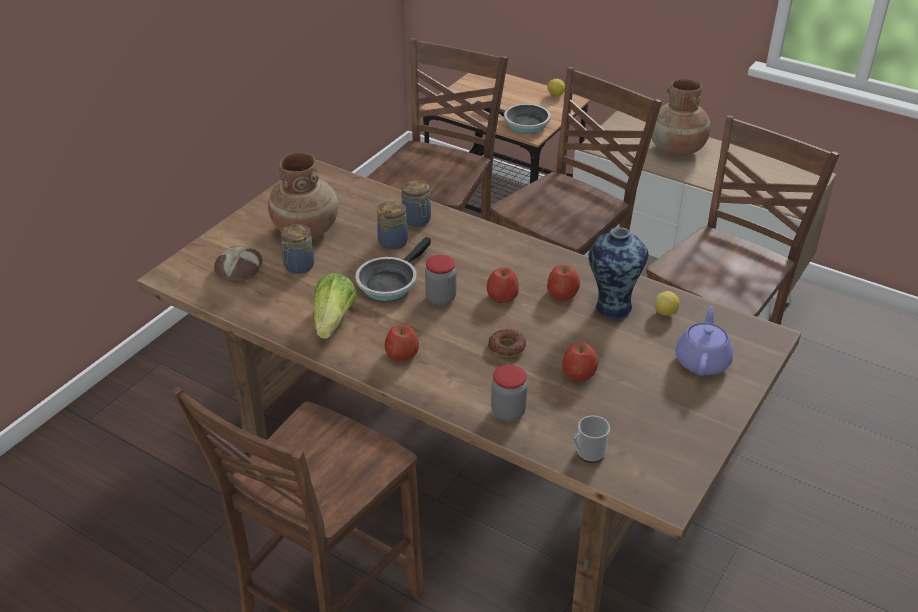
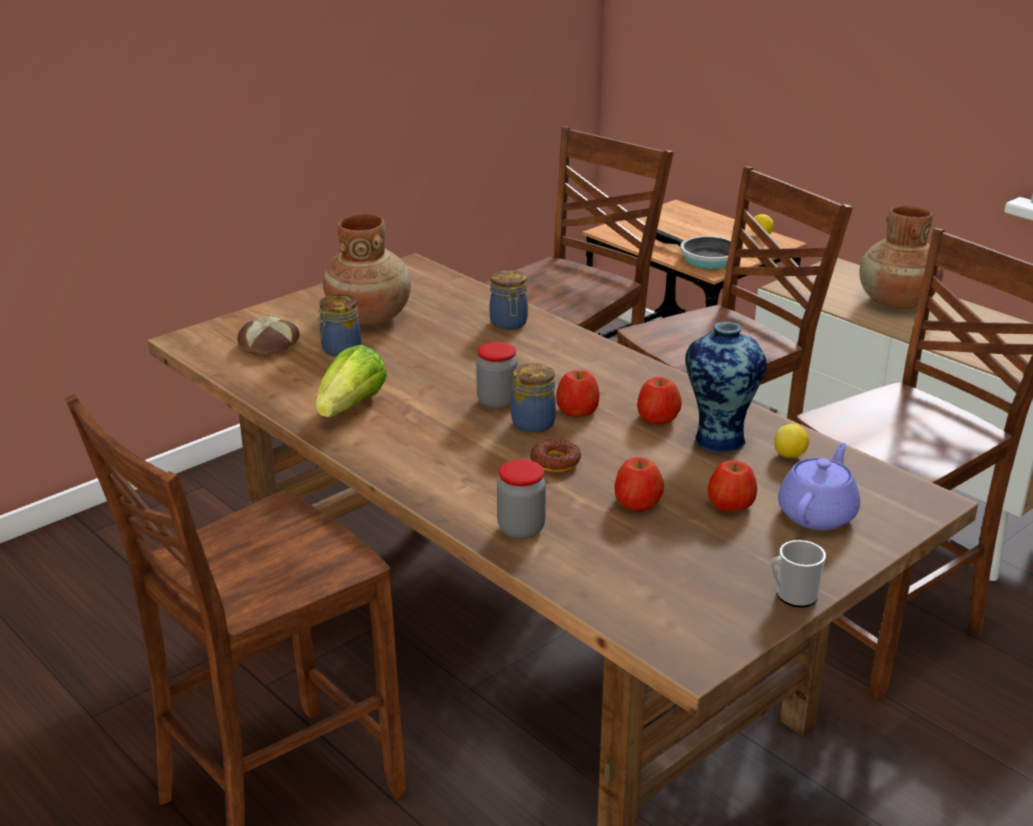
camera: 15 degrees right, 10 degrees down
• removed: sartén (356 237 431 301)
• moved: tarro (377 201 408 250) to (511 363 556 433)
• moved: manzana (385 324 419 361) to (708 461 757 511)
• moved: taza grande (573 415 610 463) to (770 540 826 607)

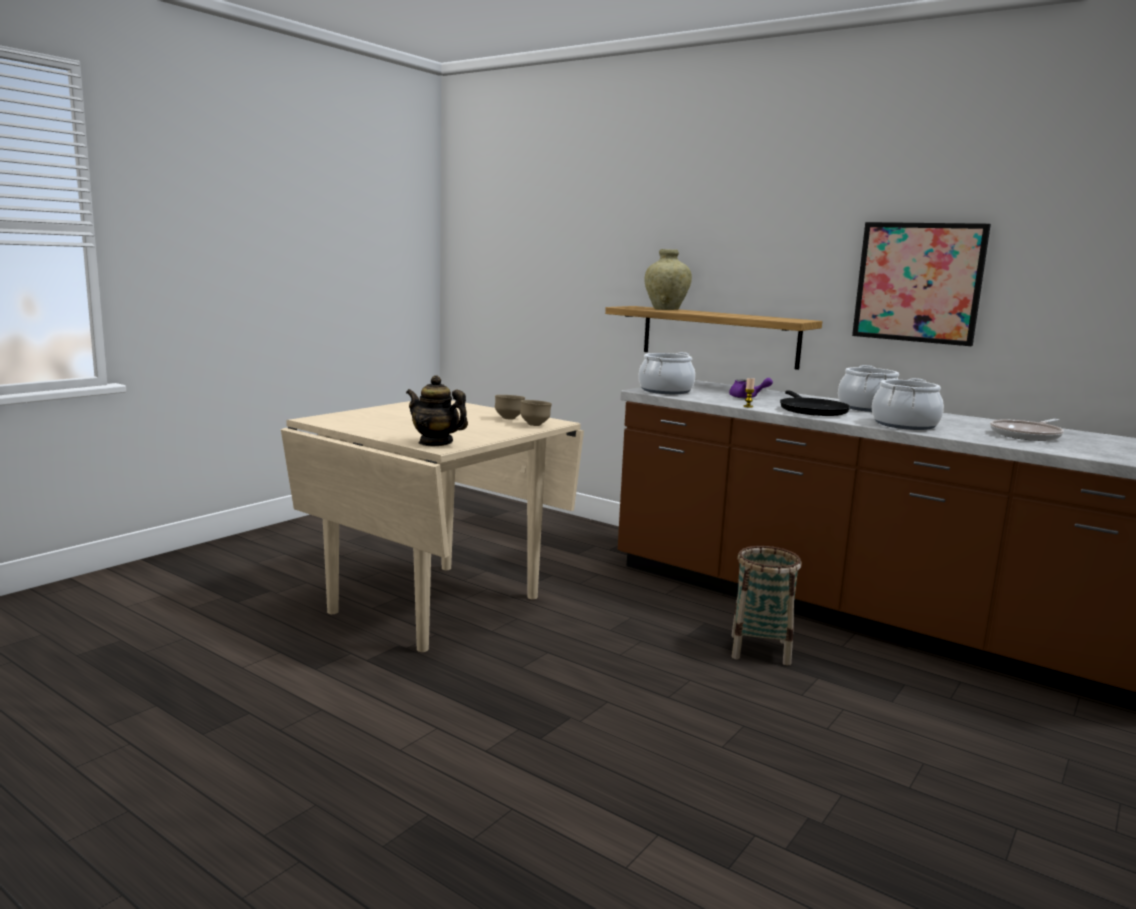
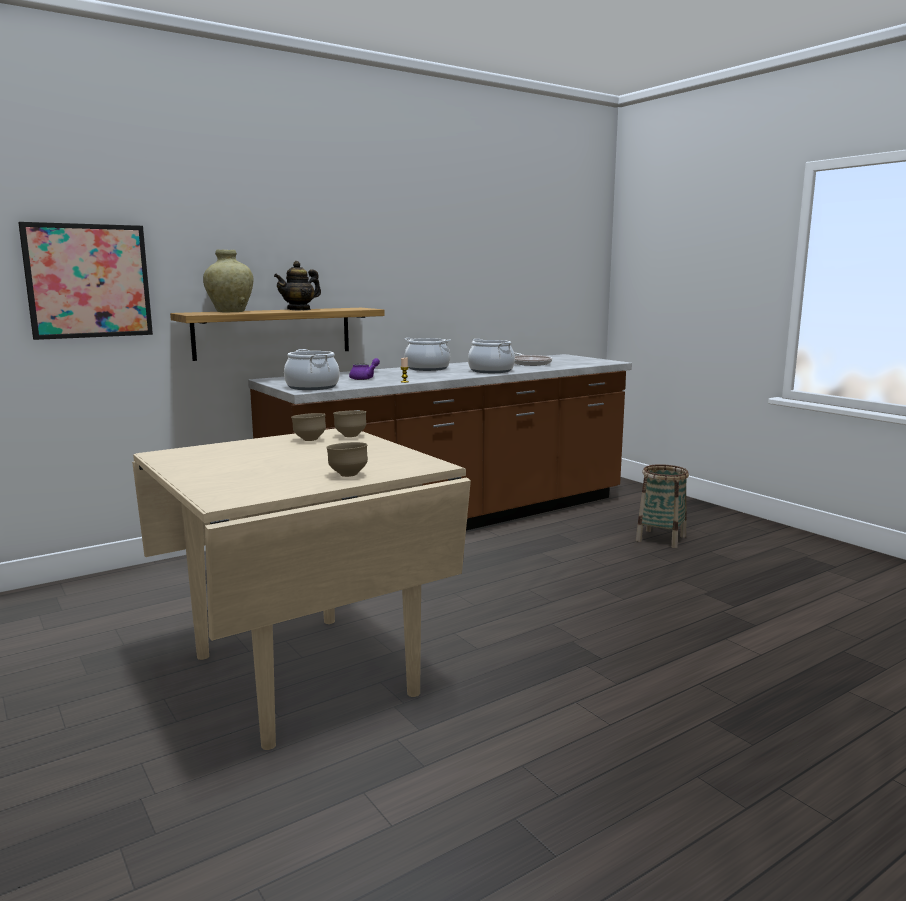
camera: 70 degrees left, 0 degrees up
• moved: tetera (406 375 468 446) to (274 261 321 310)
• moved: cesta (731 546 801 665) to (636 464 689 548)
• removed: sartén (negro) (780 390 851 416)
• moved: cuadro (852 222 991 346) to (18 222 153 340)
• added: cuenco (marrón) (326 442 368 477)

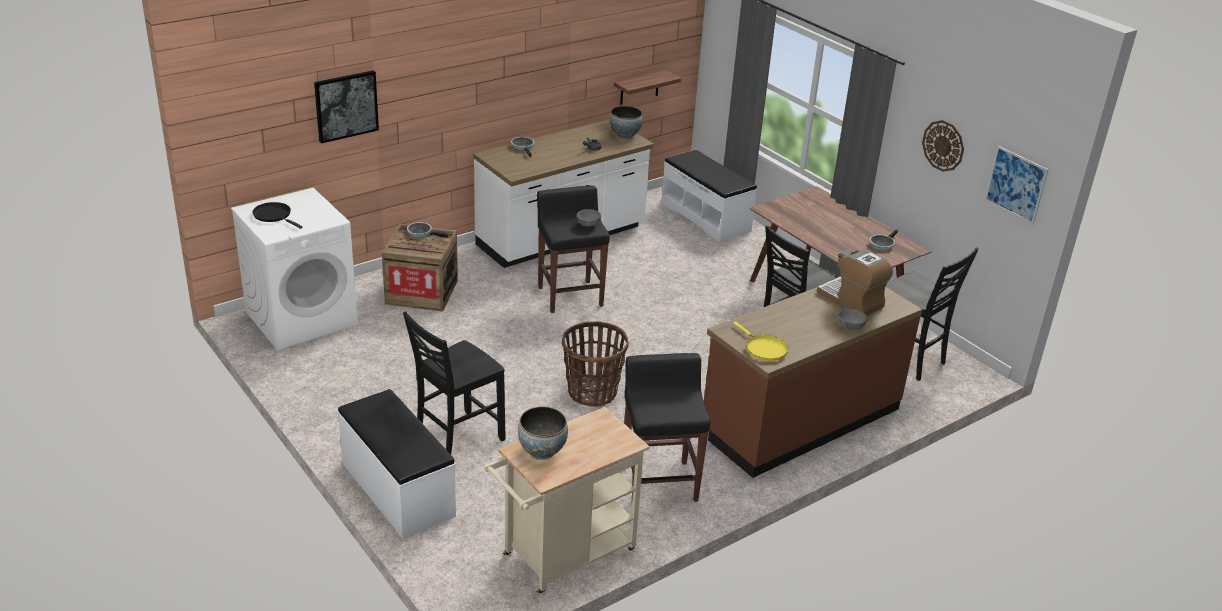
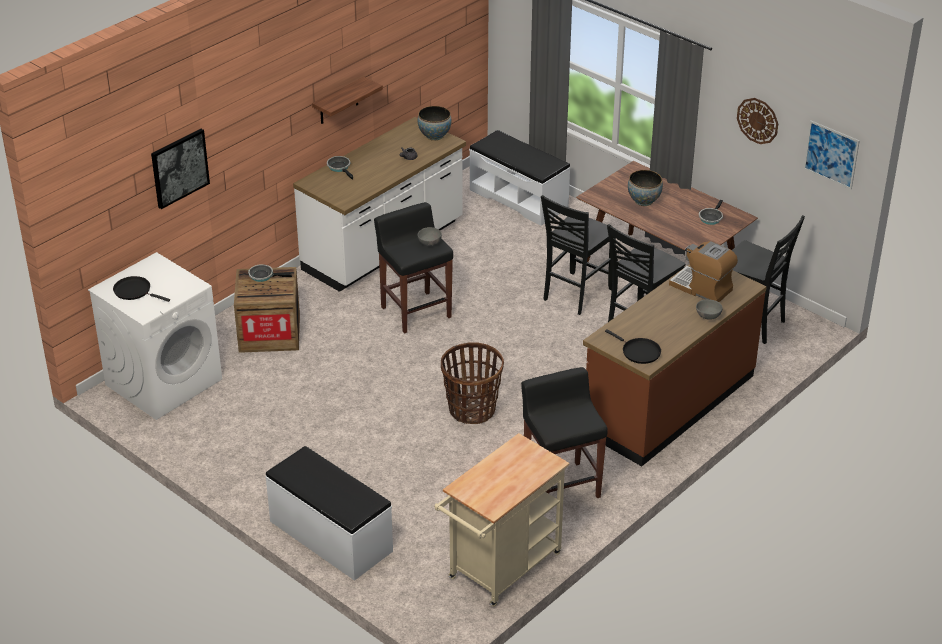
camera: 10 degrees left, 5 degrees up
• moved: silla (negro) (403 311 505 454) to (541 195 616 315)
• moved: cuenco (518 406 568 460) to (628 170 663 206)
• moved: estante (614 70 681 105) to (312 77 383 124)
• recoloured: sartén (amarillo) (733 321 788 361) to sartén (negro) (605 329 661 364)

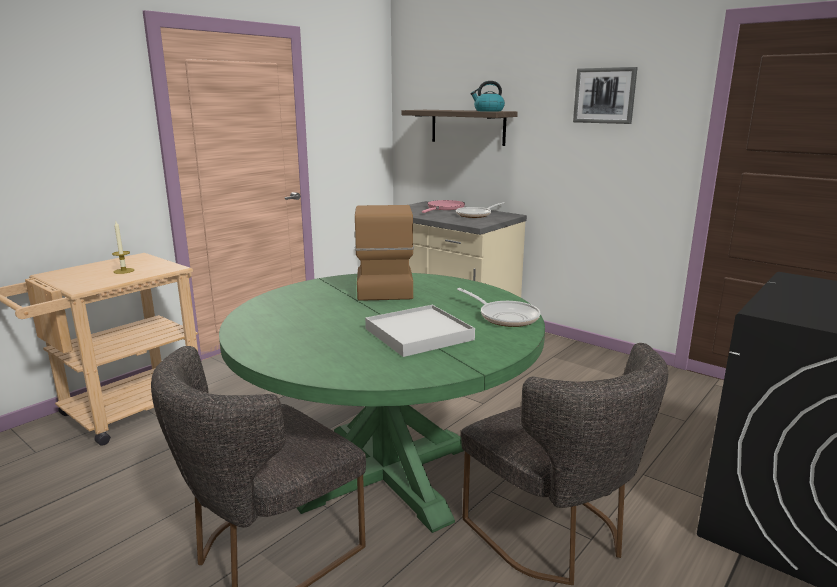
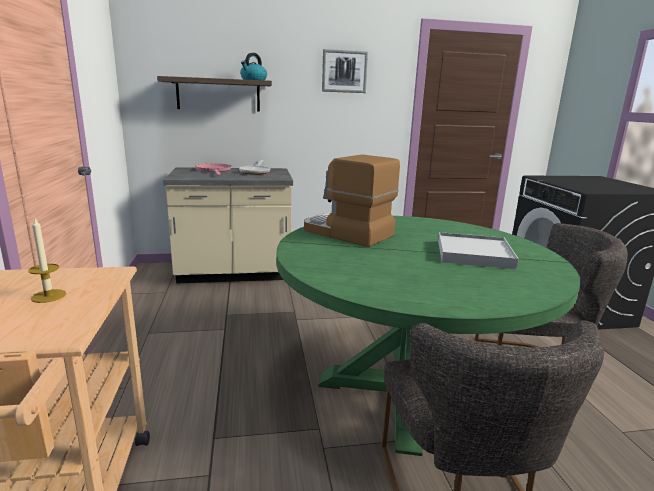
camera: 50 degrees left, 0 degrees up
• removed: sartén (457 288 540 327)

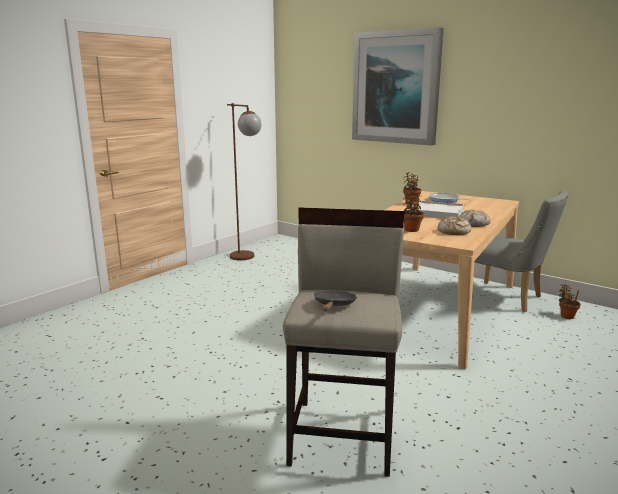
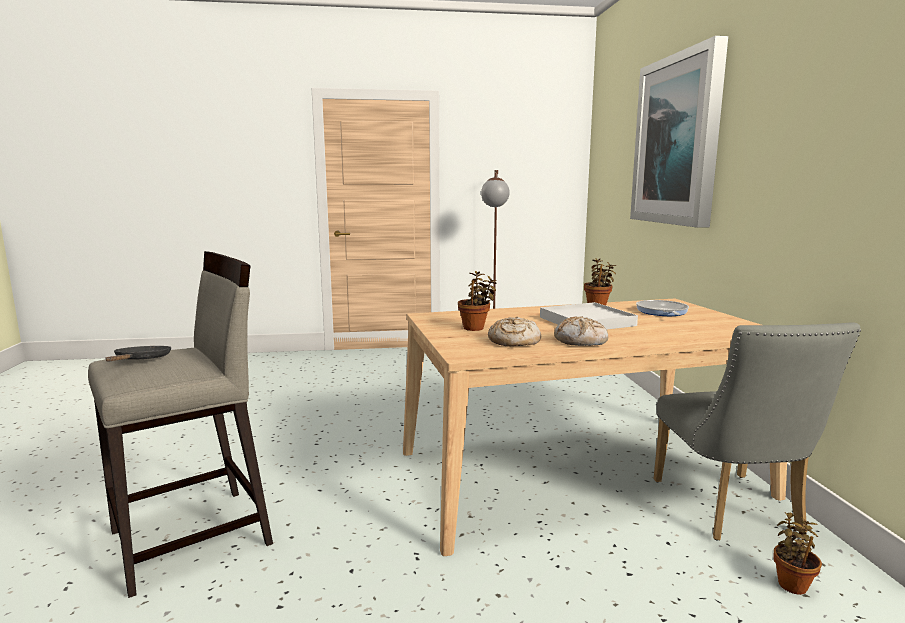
camera: 45 degrees right, 5 degrees down
• turned: sartén (negro) (314 290 357 311) = (106 346 171 362) 60 degrees counterclockwise

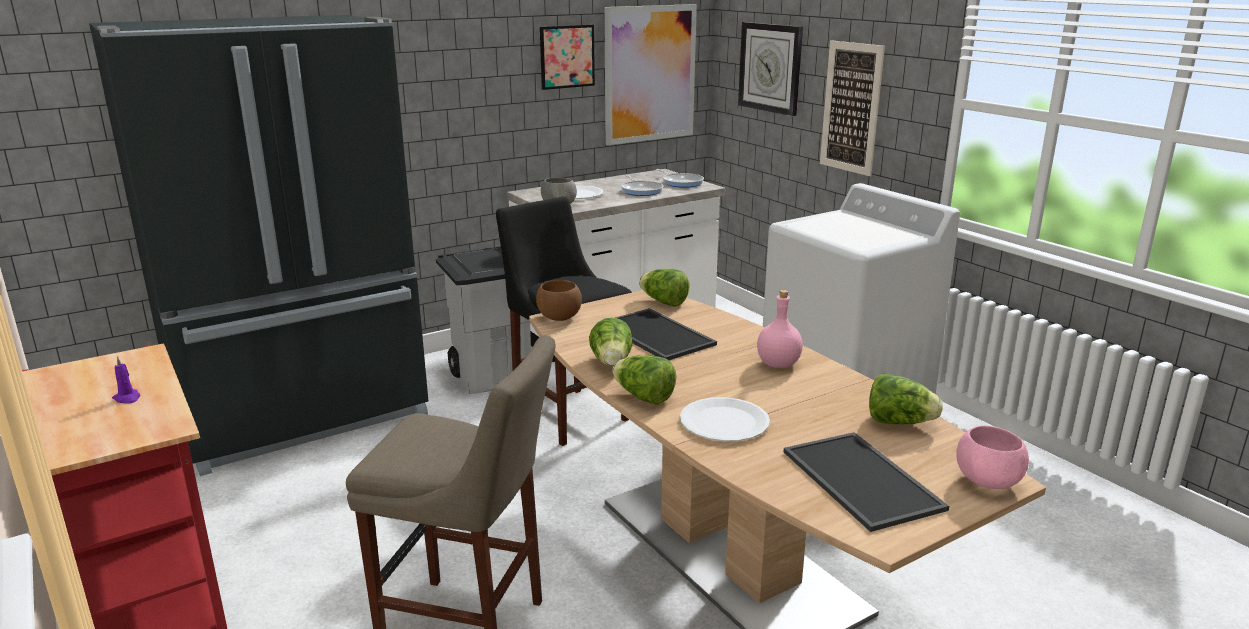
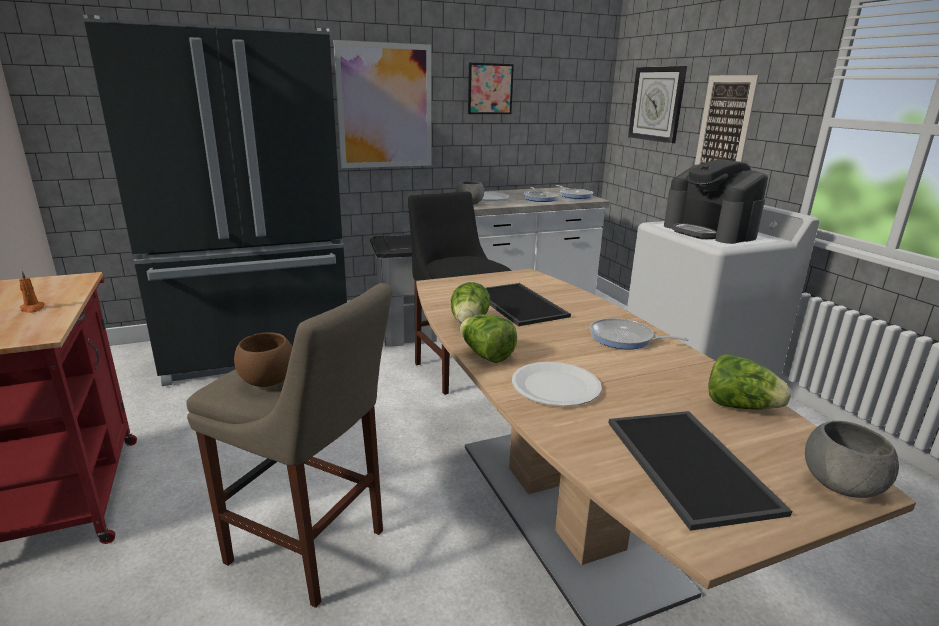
camera: 10 degrees right, 0 degrees up
• recoloured: vela (morado) (112 356 140 404) to vela (naranja) (19 271 45 313)
• moved: cuenco (marrón) (536 280 582 321) to (234 332 293 387)
• moved: cuadro (604 4 697 145) to (333 40 431 168)
• removed: lechuga (639 269 690 307)
• replaced: botella (rosa) (757 290 803 368) to sartén (590 318 689 349)
• recoloured: cuenco (rosa) (956 426 1029 489) to cuenco (gris) (805 421 899 498)
• added: cafetera (664 159 768 244)

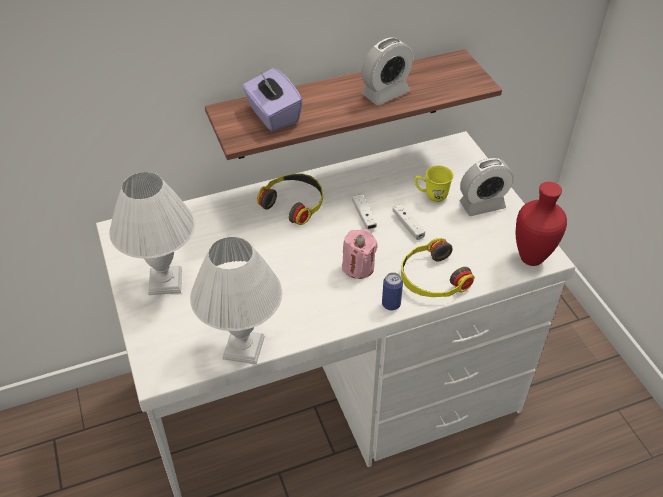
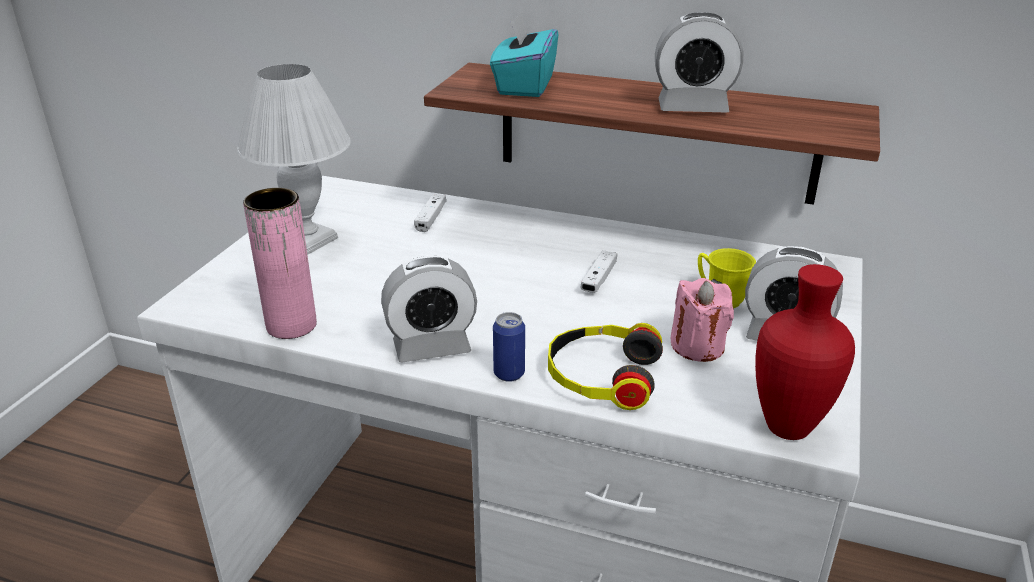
camera: 40 degrees right, 15 degrees down
• replaced: lámpara de mesa (blanco) (190 237 282 364) to florero (rosa) (243 188 317 339)
• recoloured: caja de pañuelos (morado) (242 68 303 131) to caja de pañuelos (turquesa) (490 13 559 97)
• removed: auriculares (257 174 323 225)
• moved: vela (rosa) (342 229 378 279) to (670 278 734 362)
• moved: mando de consola (blanco) (392 204 425 240) to (414 194 446 232)
• added: despertador (381 256 477 363)

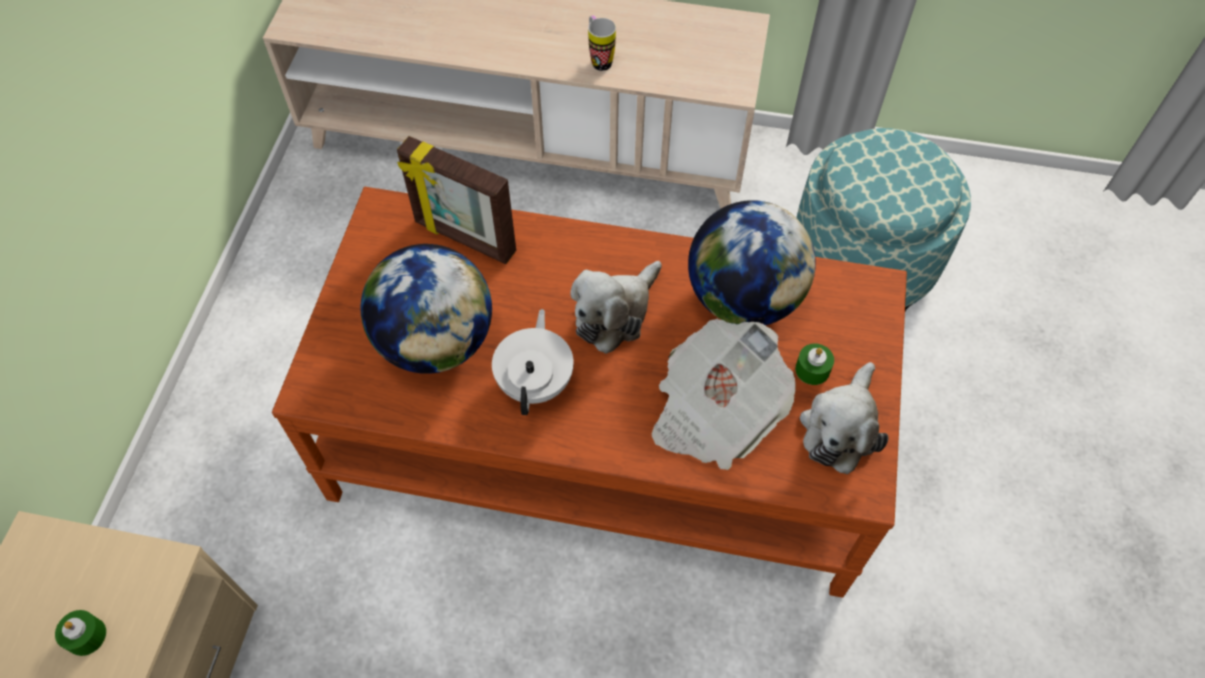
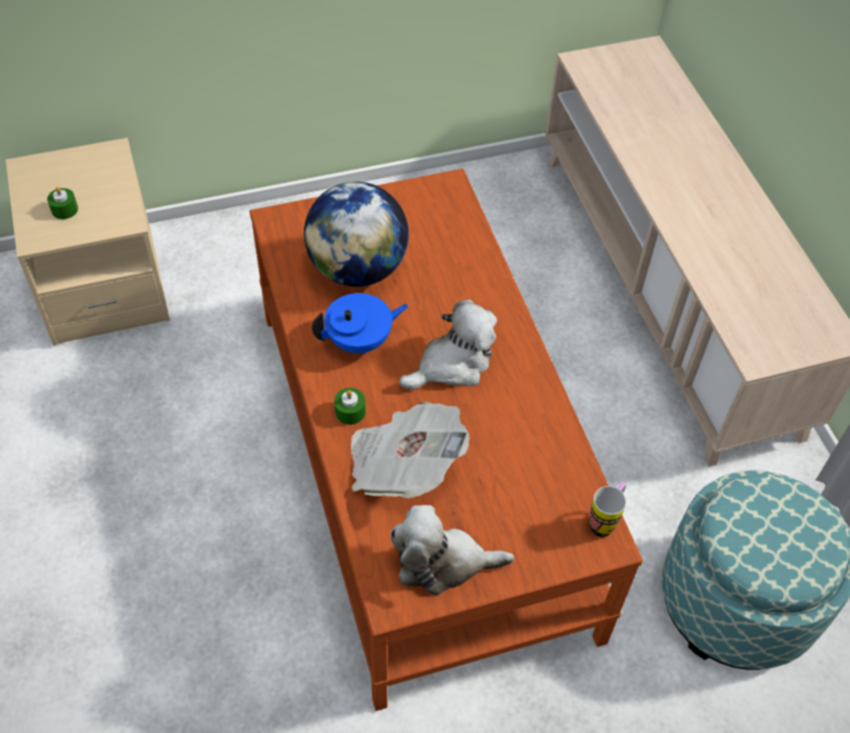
camera: 60 degrees right, 5 degrees down
• removed: portarretratos (397 136 516 264)
• recoloured: tetera (blanco) (492 309 574 415) to tetera (azul) (312 293 409 355)
• turned: peluche (570 261 662 354) = (399 299 497 390) 135 degrees clockwise
• moved: taza grande (588 15 616 71) to (589 482 626 537)
• removed: globo terráqueo (688 200 816 325)
• moved: vela (verde) (795 343 834 385) to (334 388 366 425)

